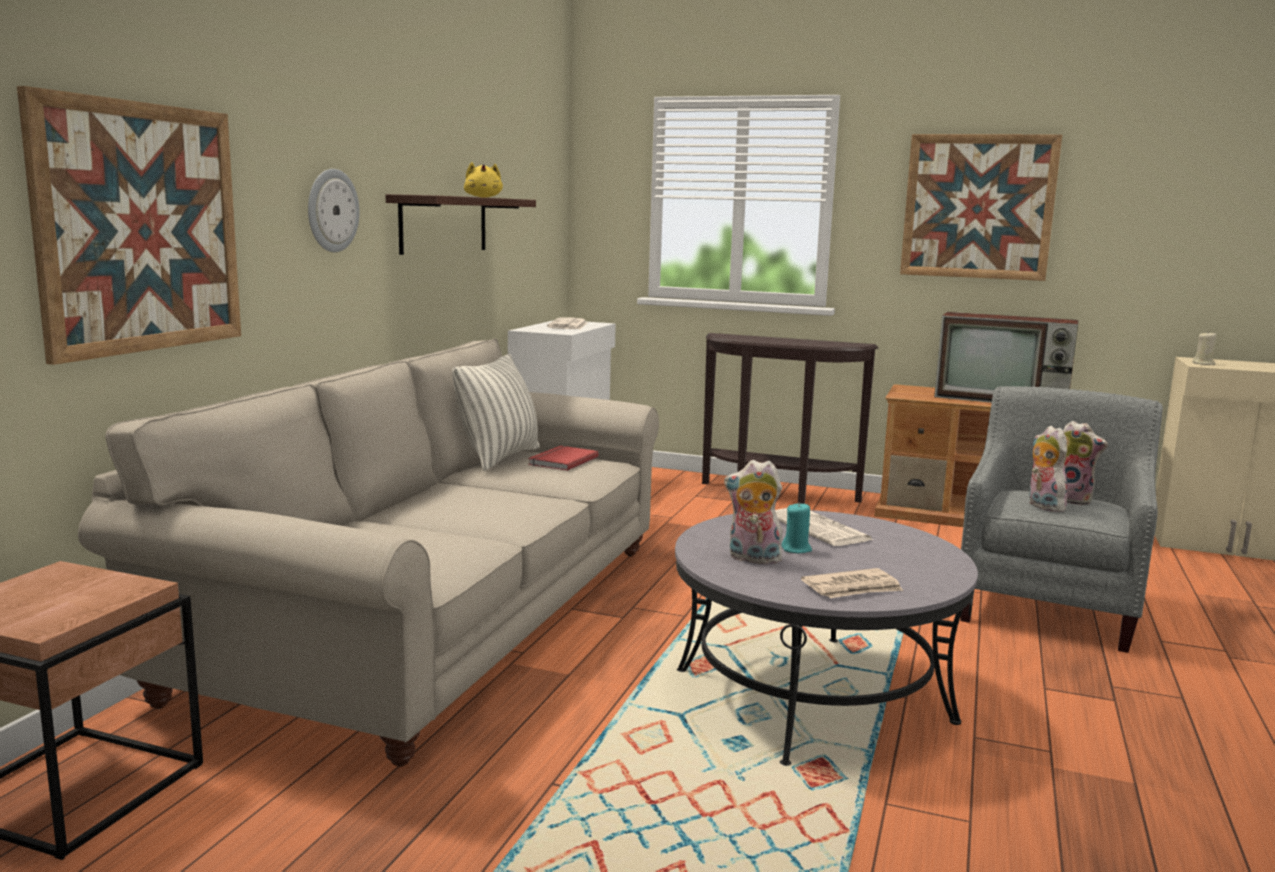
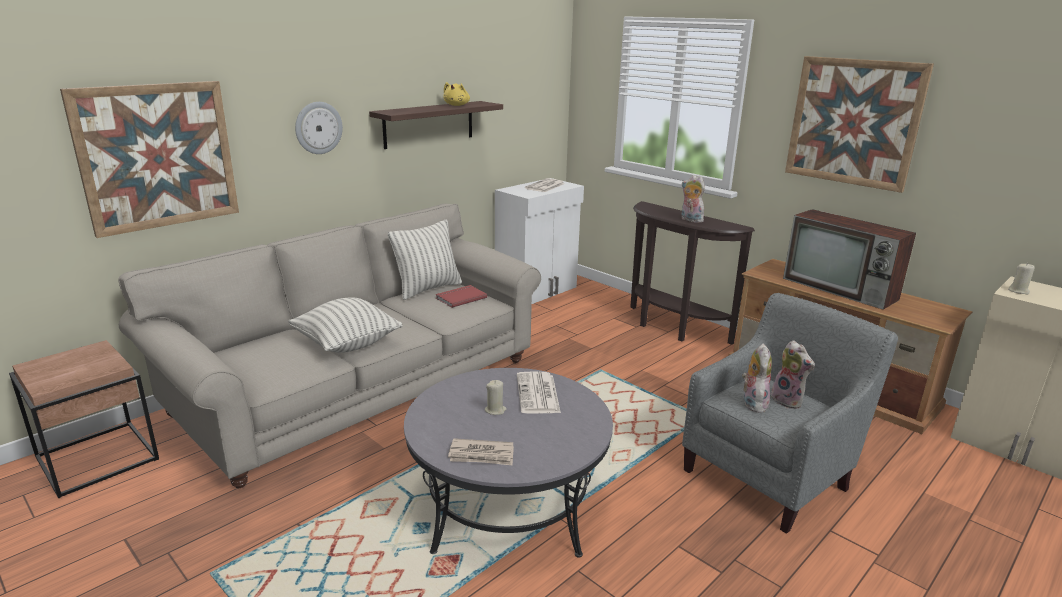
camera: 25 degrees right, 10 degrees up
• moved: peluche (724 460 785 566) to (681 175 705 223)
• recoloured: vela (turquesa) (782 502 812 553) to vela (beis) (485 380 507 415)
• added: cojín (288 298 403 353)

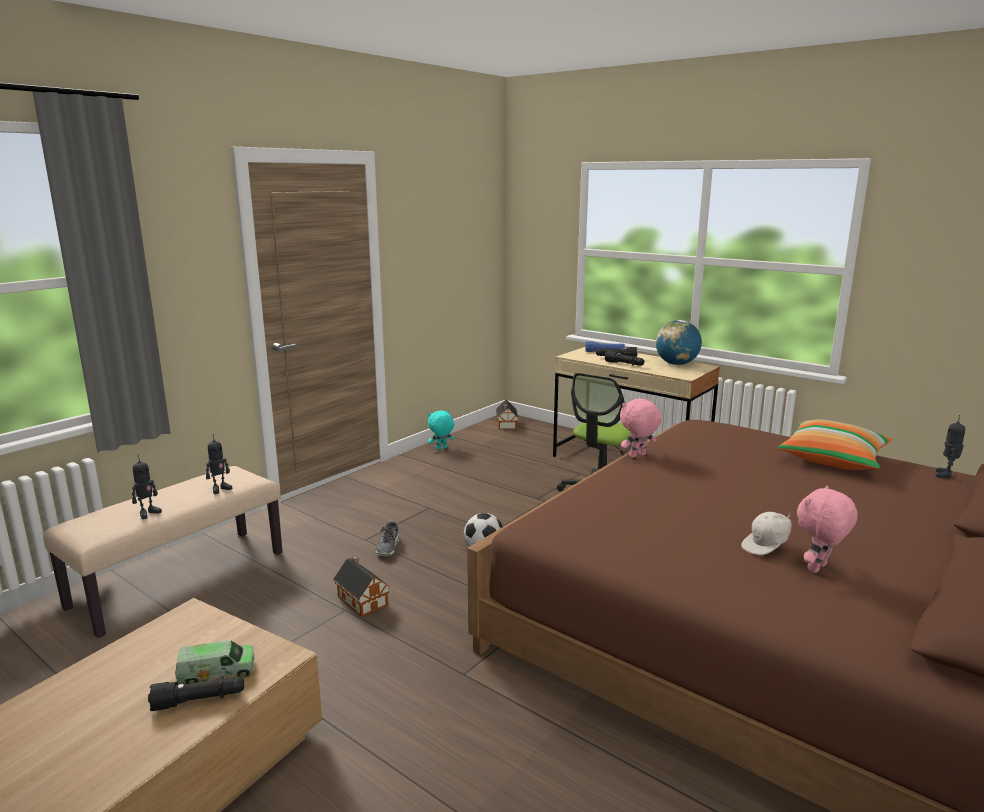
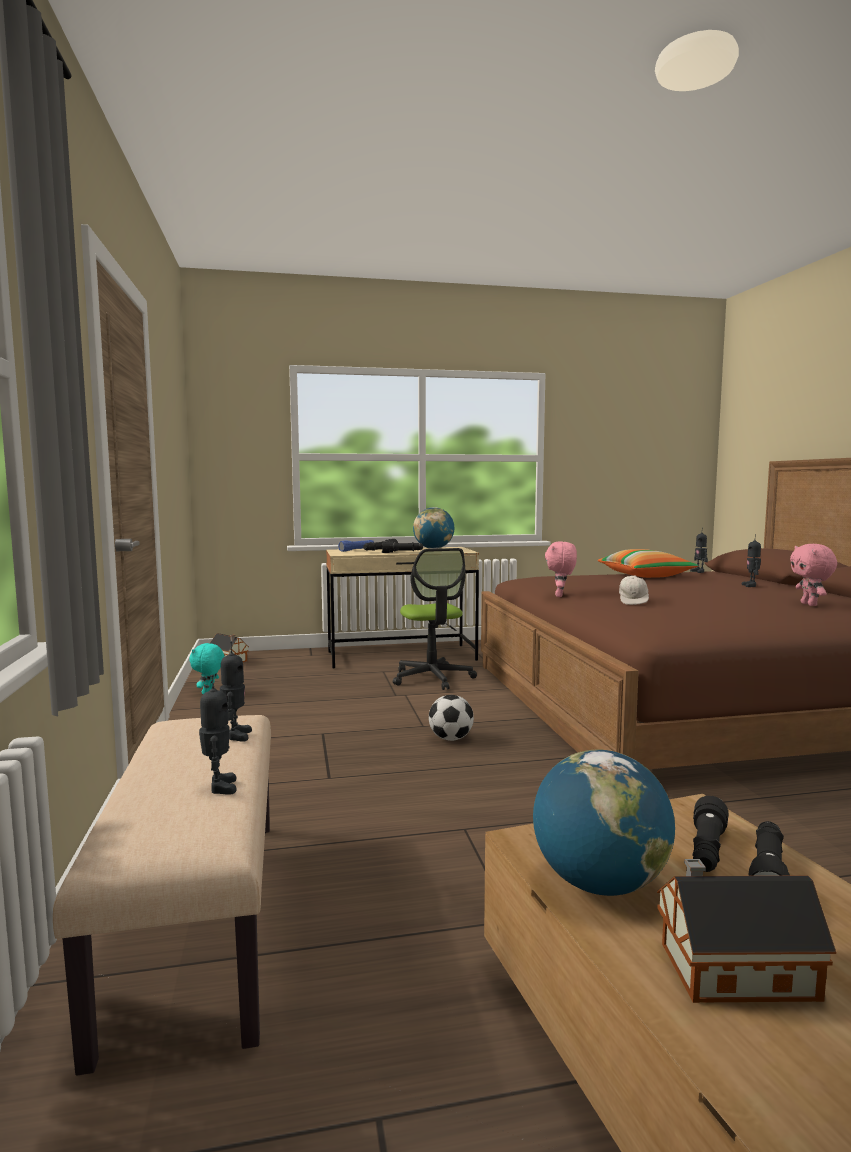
camera: 50 degrees left, 10 degrees down
• replaced: camión de juguete (175 640 255 684) to linterna (negro) (692 796 729 872)
• moved: casita (333 555 390 617) to (657 859 836 1003)
• removed: zapato (376 521 399 556)
• moved: gorra (blanco) (741 512 792 555) to (619 576 649 605)
• added: globo terráqueo (533 750 675 896)
• added: robot de juguete (742 534 761 587)

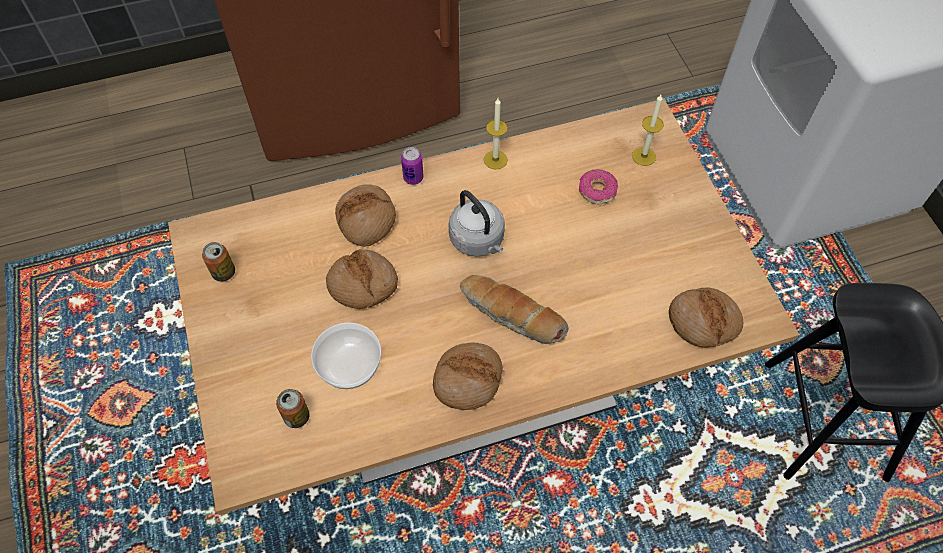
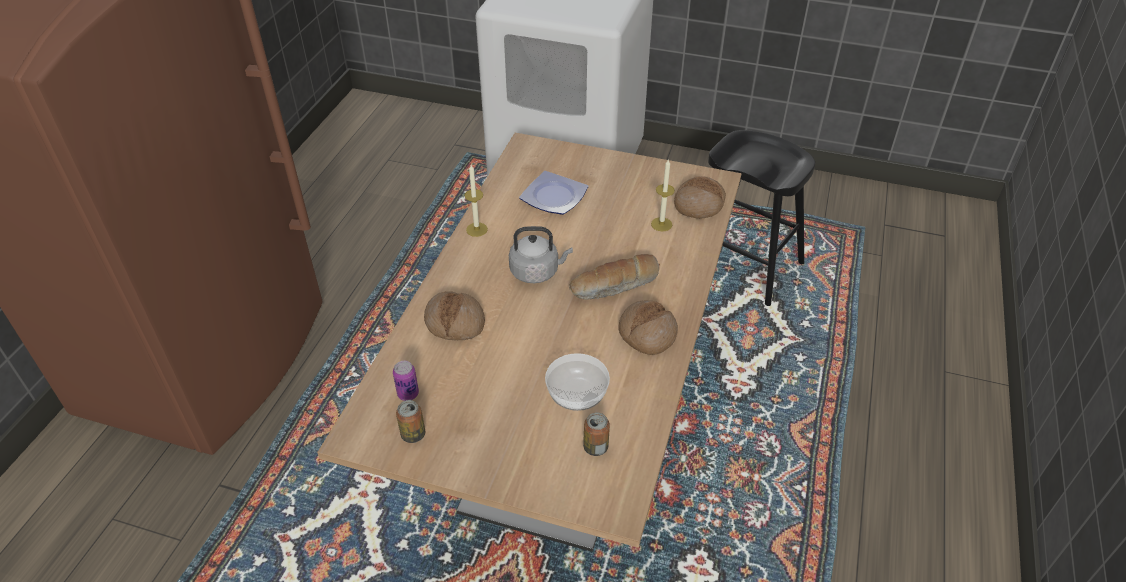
camera: 55 degrees left, 15 degrees down
• removed: pan (326 249 398 309)
• moved: lata (401 147 424 185) to (393 361 419 401)
• replaced: rosquilla (579 169 618 204) to plato (519 171 589 215)
• moved: vela (632 95 664 166) to (651 159 675 231)

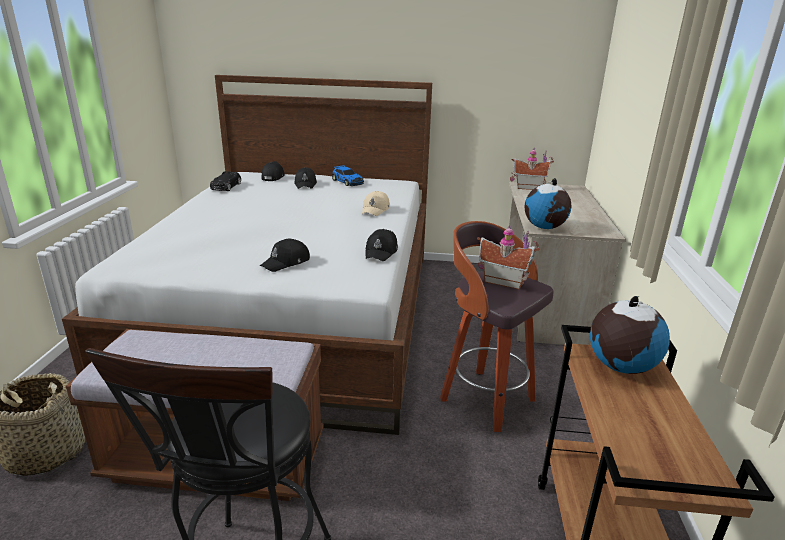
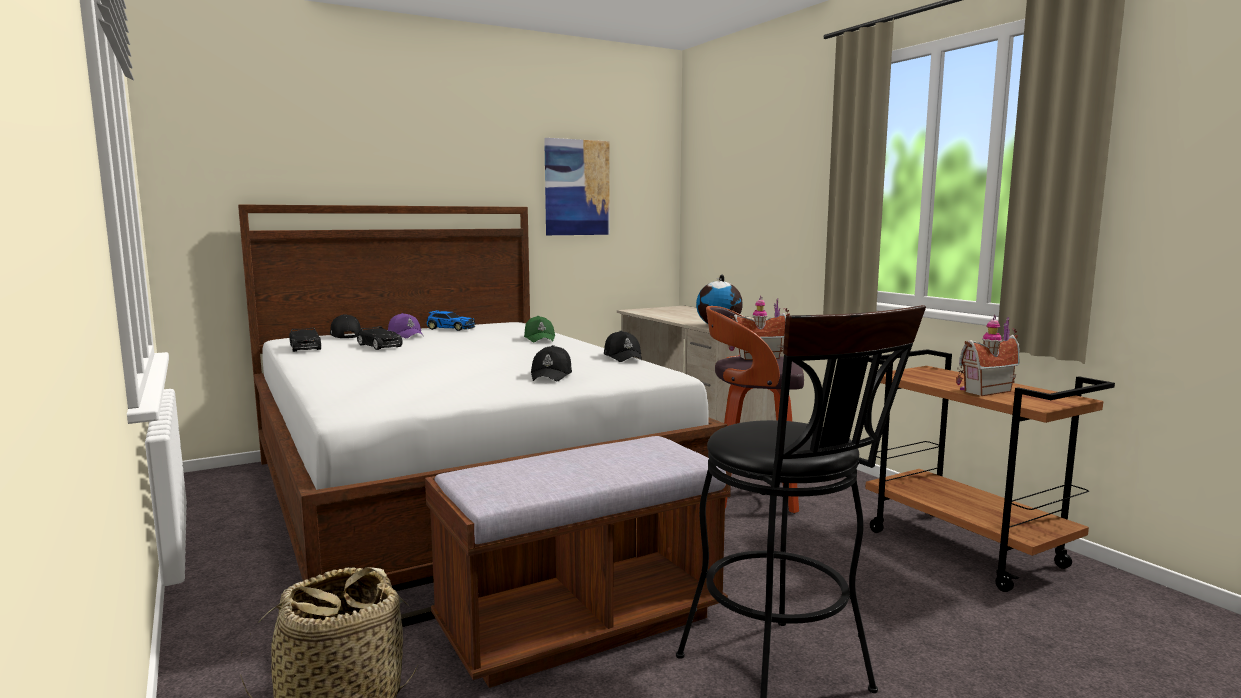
camera: 35 degrees left, 15 degrees down
• recoloured: gorra (negro) (294 167 317 189) to gorra (morado) (388 313 423 338)
• recoloured: gorra (beis) (362 191 390 216) to gorra (verde) (524 316 555 342)
• moved: casita (510 150 554 190) to (956 315 1020 396)
• removed: globo terráqueo (590 296 670 374)
• added: coche de juguete (negro) (357 326 403 350)
• added: cuadro (544 138 610 235)

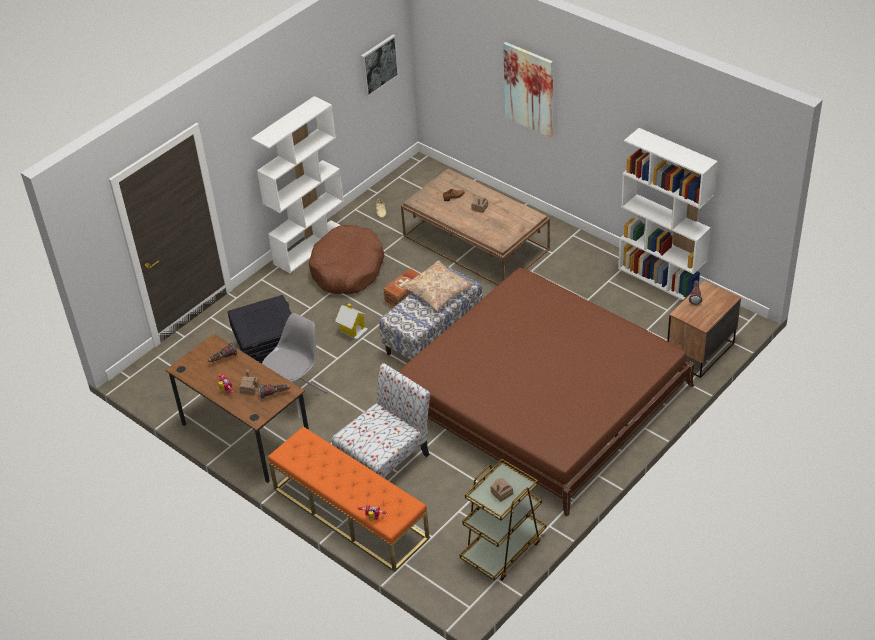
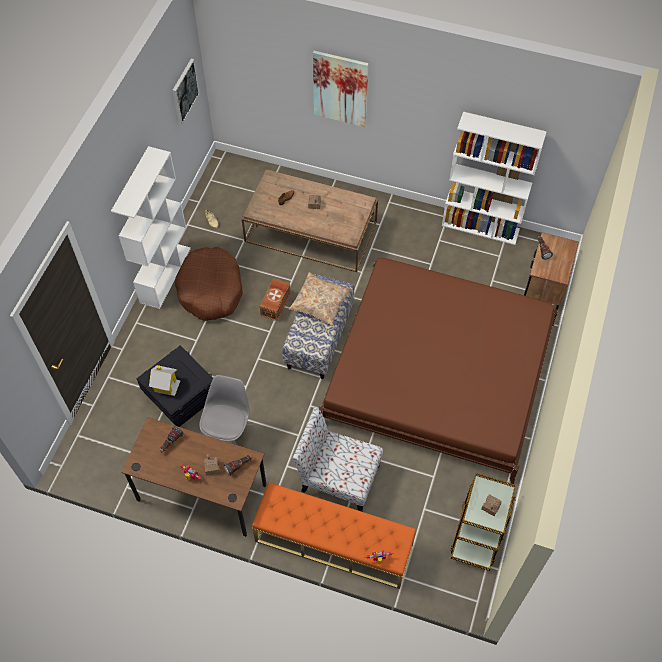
camera: 25 degrees left, 15 degrees up
• turned: silla (332 363 430 478) = (292 407 383 512) 90 degrees counterclockwise
• moved: casita (335 303 368 340) to (149 365 180 396)

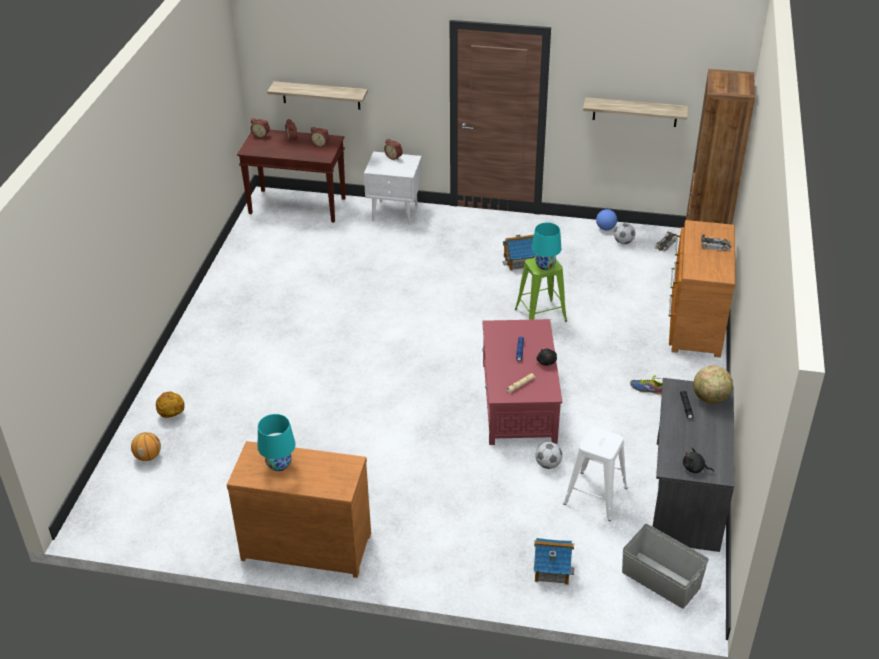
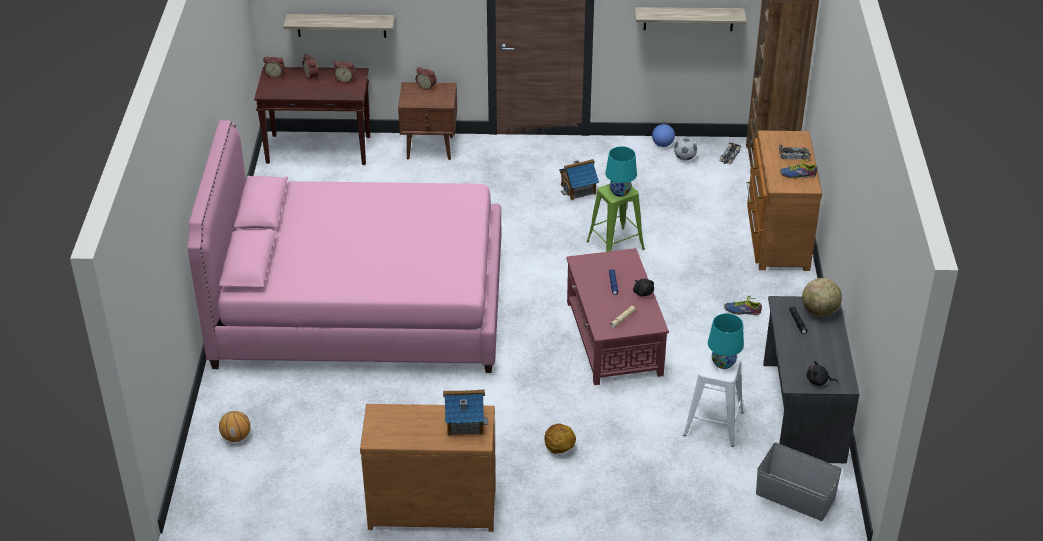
camera: 10 degrees left, 0 degrees up
• moved: balón de baloncesto (156 391 184 418) to (545 423 576 454)
• moved: lámpara de mesa (turquesa) (258 414 296 471) to (708 313 744 369)
• recoloured: mesita de noche (blanco) (364 152 422 225) to mesita de noche (marrón) (398 82 457 160)
• moved: casita (534 538 574 585) to (443 389 488 436)
• removed: balón de fútbol (535 442 562 469)
• added: cama (rosa) (187 120 501 373)
• added: zapato (779 159 817 179)

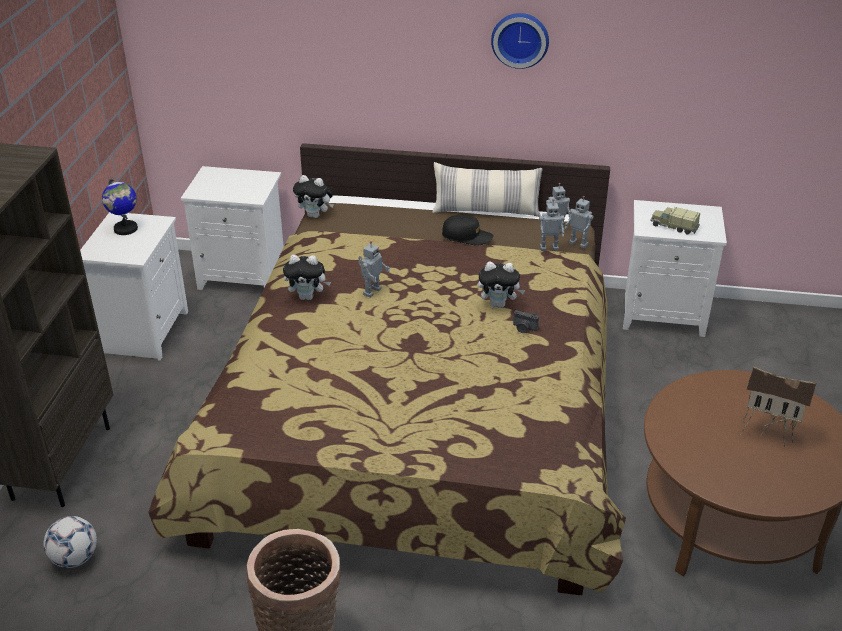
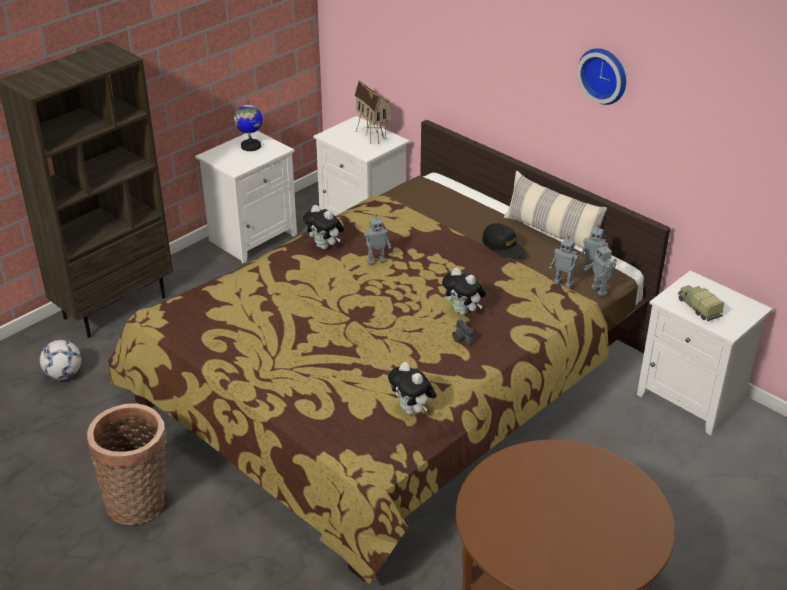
camera: 35 degrees right, 0 degrees up
• moved: peluche (293 175 334 218) to (388 362 436 415)
• moved: casita (740 366 817 447) to (354 80 391 144)

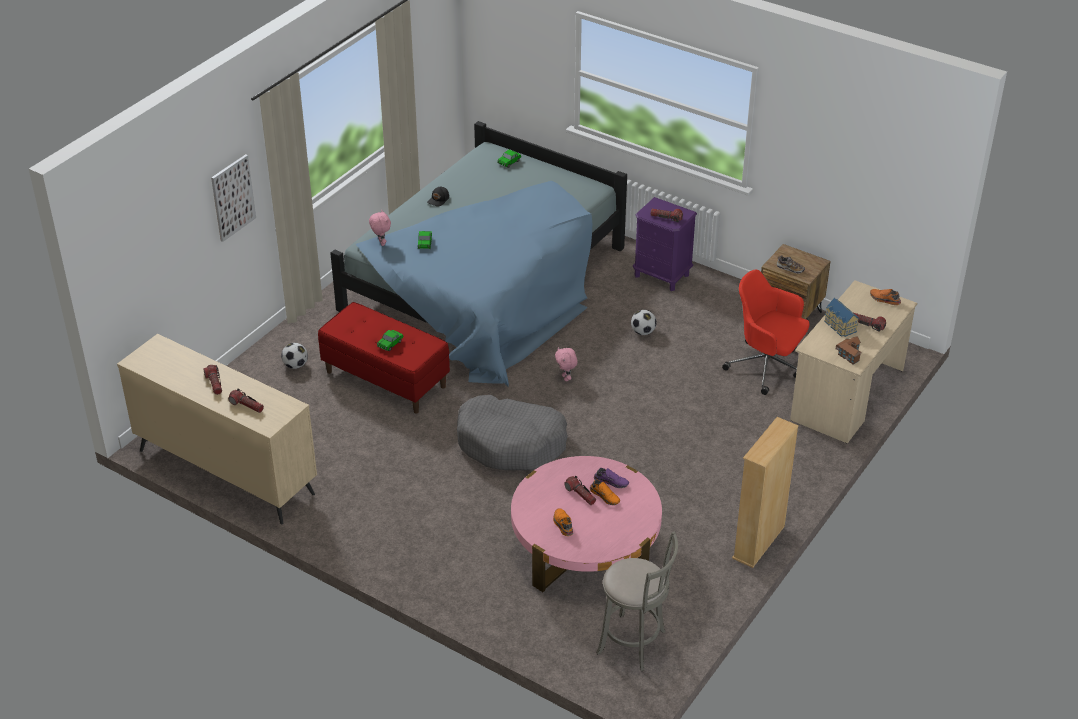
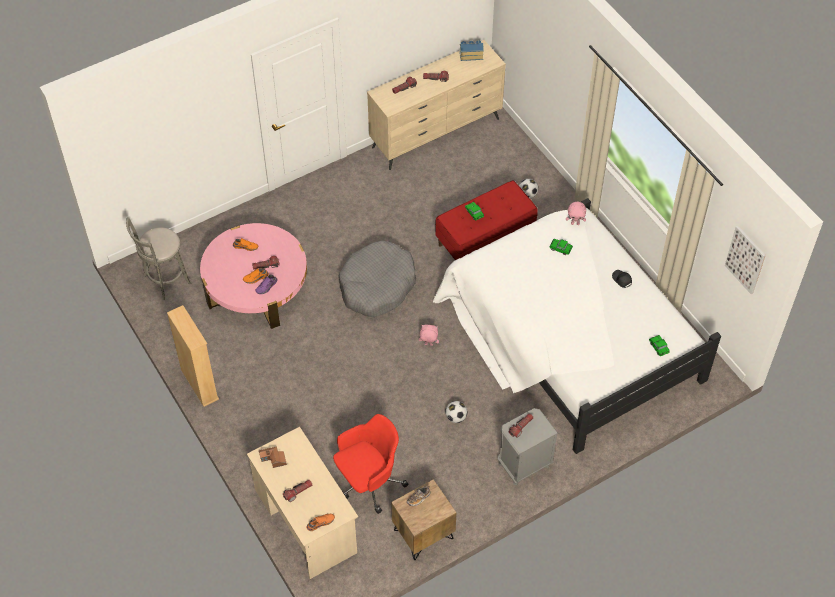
camera: 115 degrees right, 15 degrees up
• moved: cuadro (211 154 256 242) to (725 226 765 294)
• recoloured: cama (azul) (330 121 627 387) to cama (blanco) (433 198 721 454)
• recoloured: mesita de noche (morado) (633 197 697 291) to mesita de noche (gris) (497 408 558 485)
• moved: casita (824 298 859 337) to (460 40 484 61)

